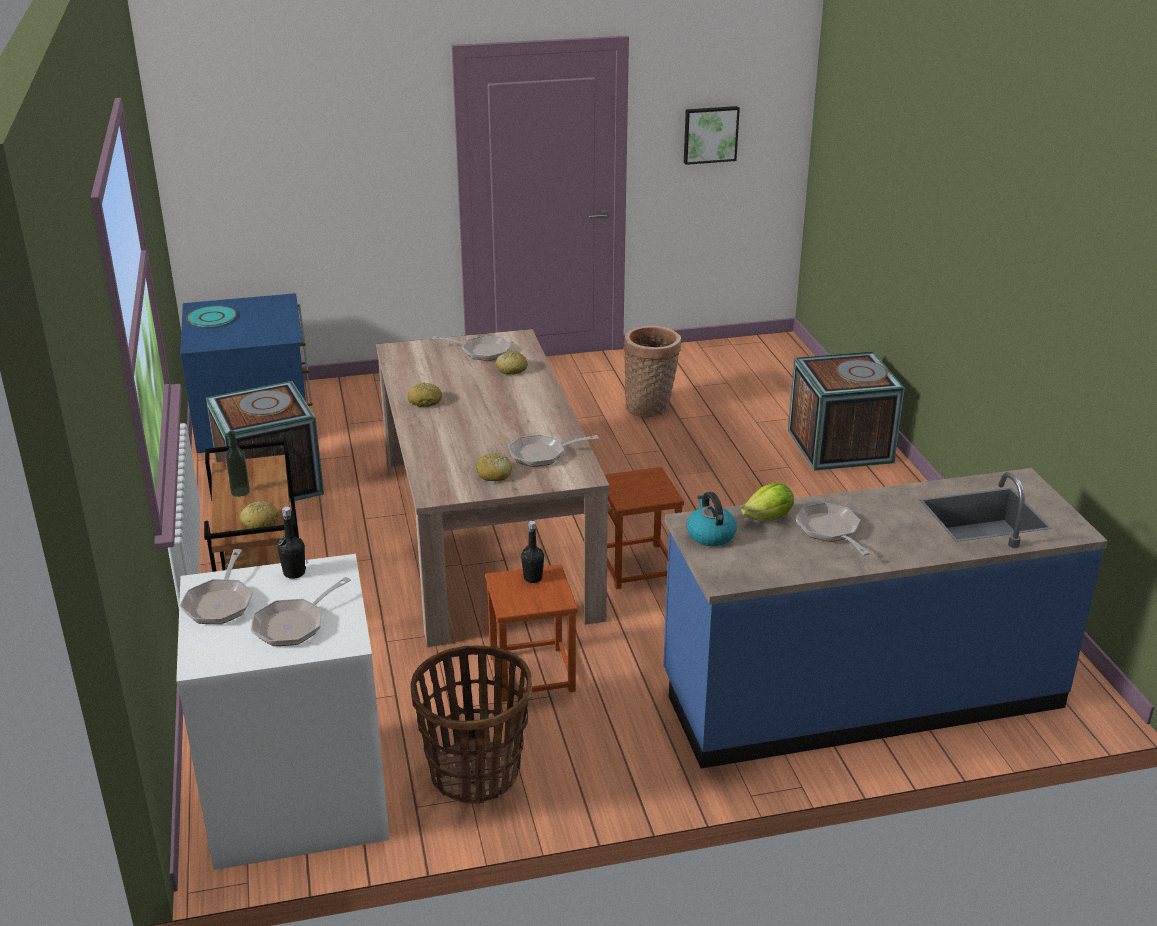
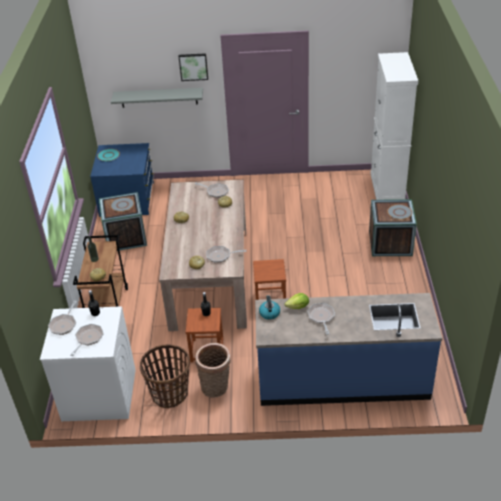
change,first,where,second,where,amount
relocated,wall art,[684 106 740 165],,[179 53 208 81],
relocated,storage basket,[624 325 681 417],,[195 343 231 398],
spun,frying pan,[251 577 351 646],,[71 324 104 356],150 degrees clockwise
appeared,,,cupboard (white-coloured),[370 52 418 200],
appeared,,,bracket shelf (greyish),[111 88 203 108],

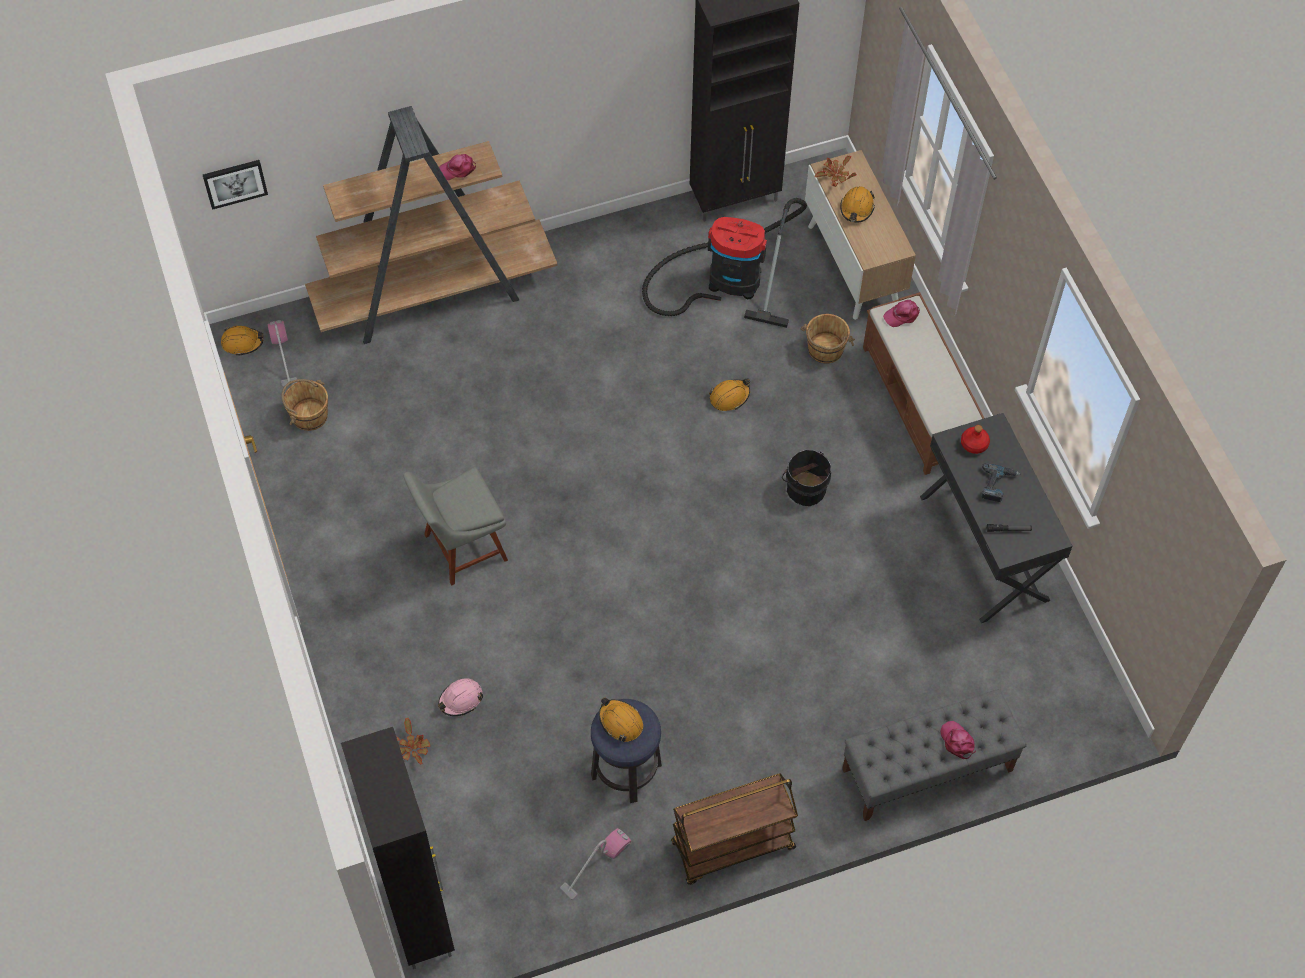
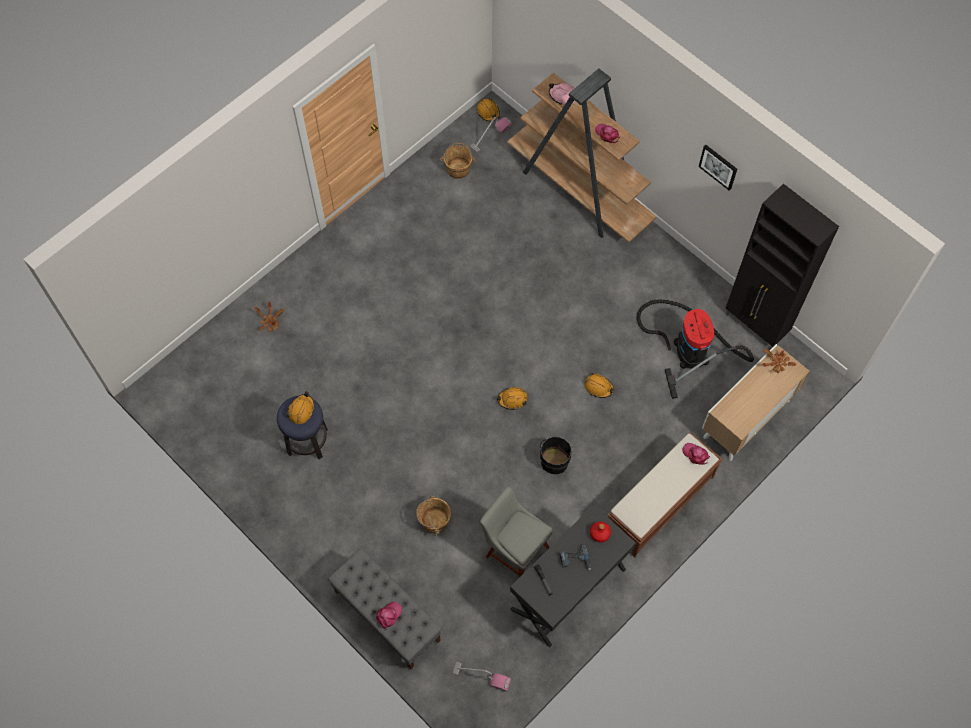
change,first,where,second,where,amount
relocated,wall art,[203 160 268 210],,[698 145 737 191],
relocated,work helmet (orange),[840 186 875 223],,[497 387 528 410],
relocated,pail (brown),[800 314 855 364],,[416 495 451 536],
relocated,plain chair (greyish),[403 467 508 586],,[480 487 553 578],
relocated,work helmet (pink),[438 678 483 716],,[549 83 576 105],
missing,cupboard (black),[341 727 455 969],,,
missing,cart (brown),[671 773 798 885],,,
relocated,hoover,[560 828 632 899],,[453 662 511 692],

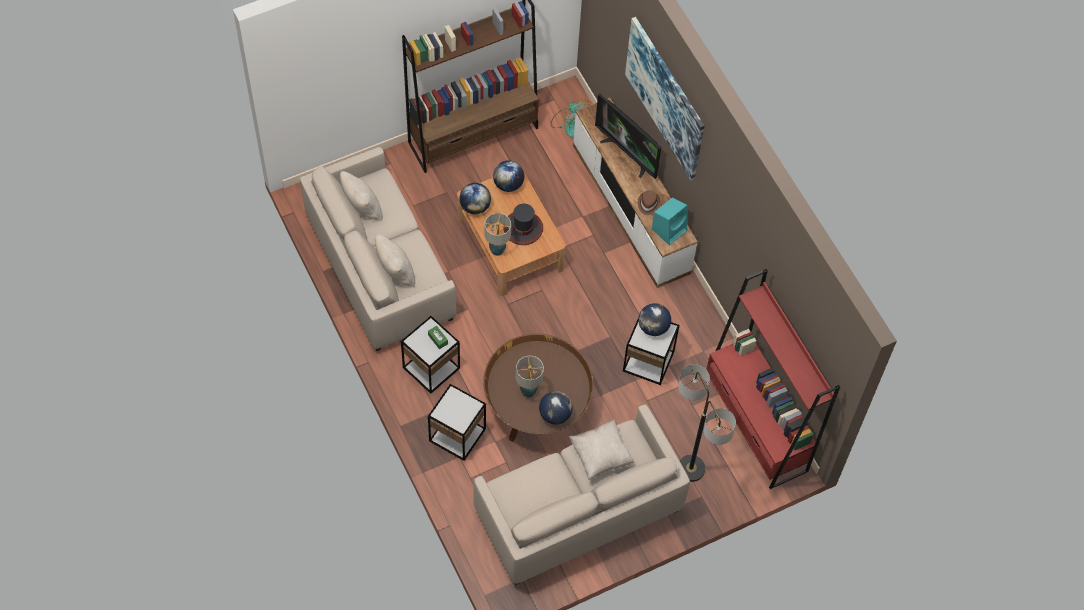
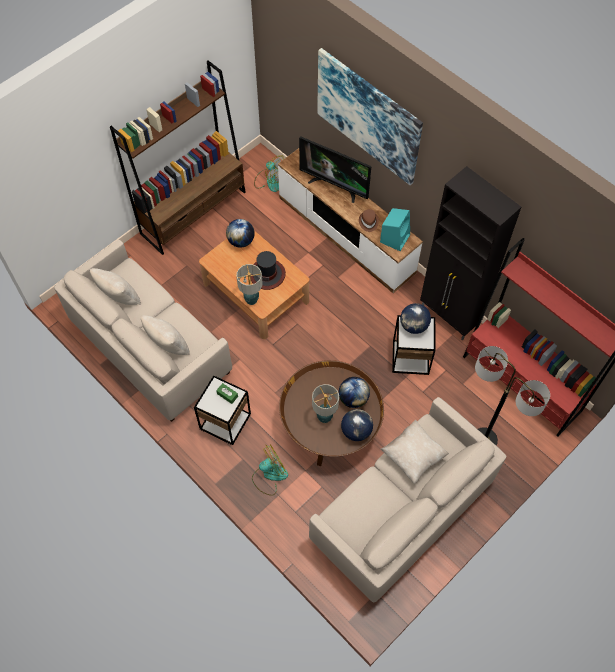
change,first,where,second,where,amount
relocated,globe,[459 183 491 214],,[339 377 370 408],
exchanged,side table,[428 384 486 461],cooling fan,[252 444 288 496],
appeared,,,cupboard (black),[420 166 521 341],

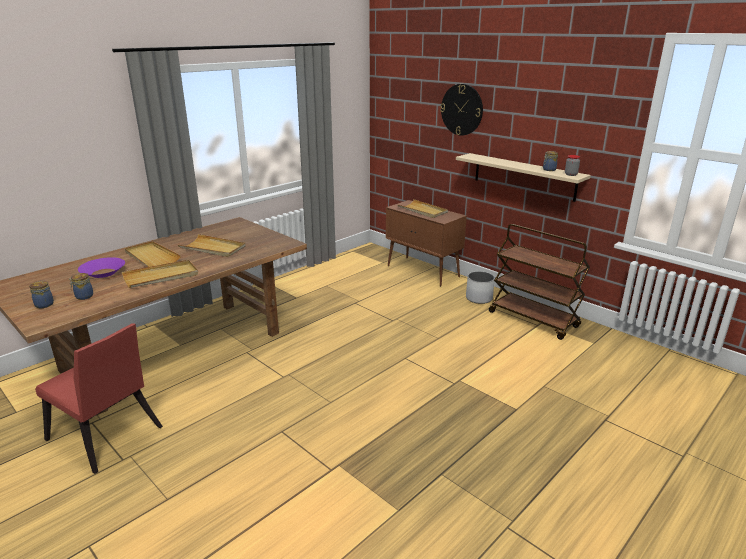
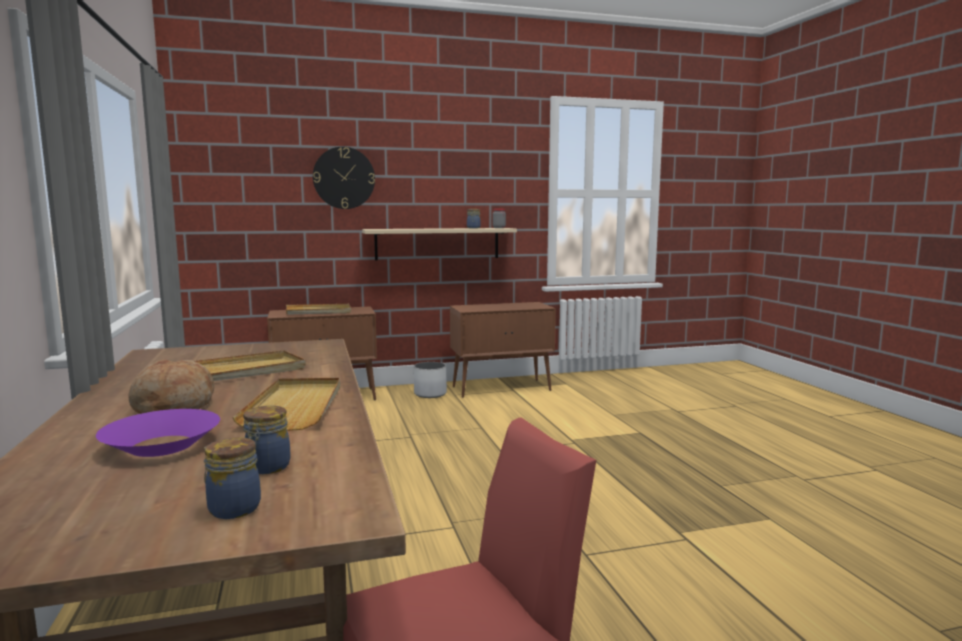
change,first,where,second,where,amount
exchanged,cart (brown),[489 224 590 340],cupboard (brown),[450 302 556 398],
exchanged,tray (sand-coloured),[125 241 181 267],bread,[128 359 214 414],

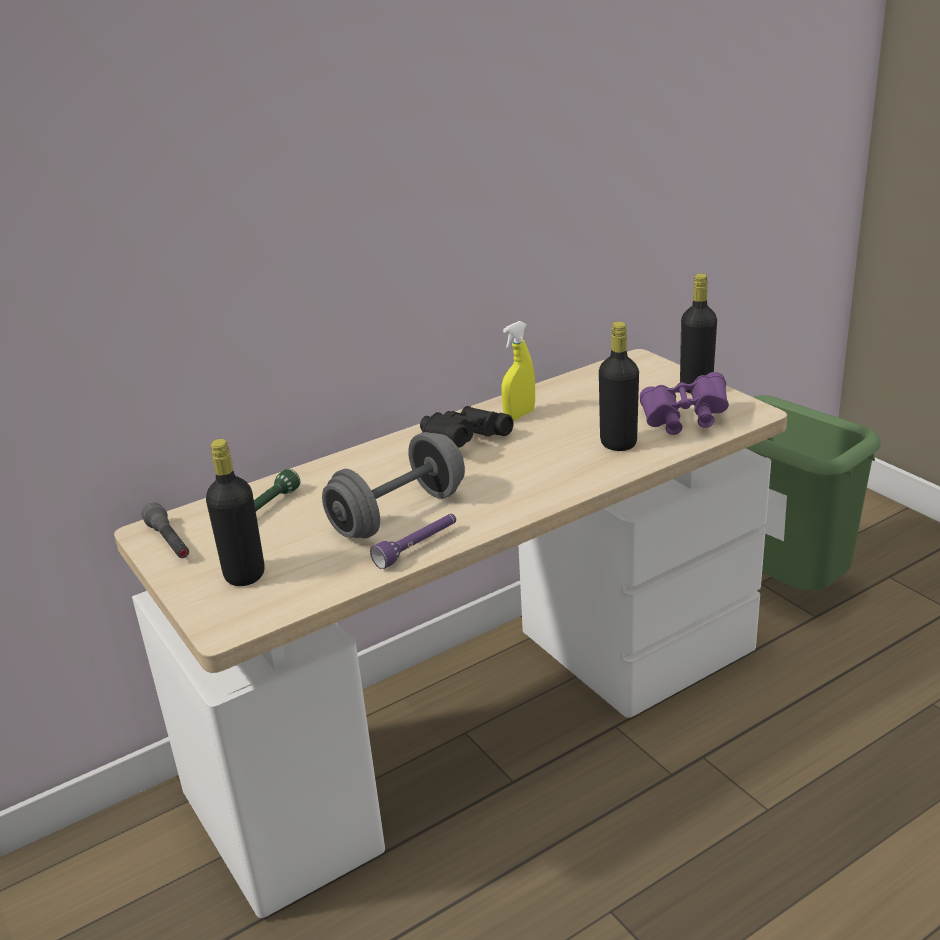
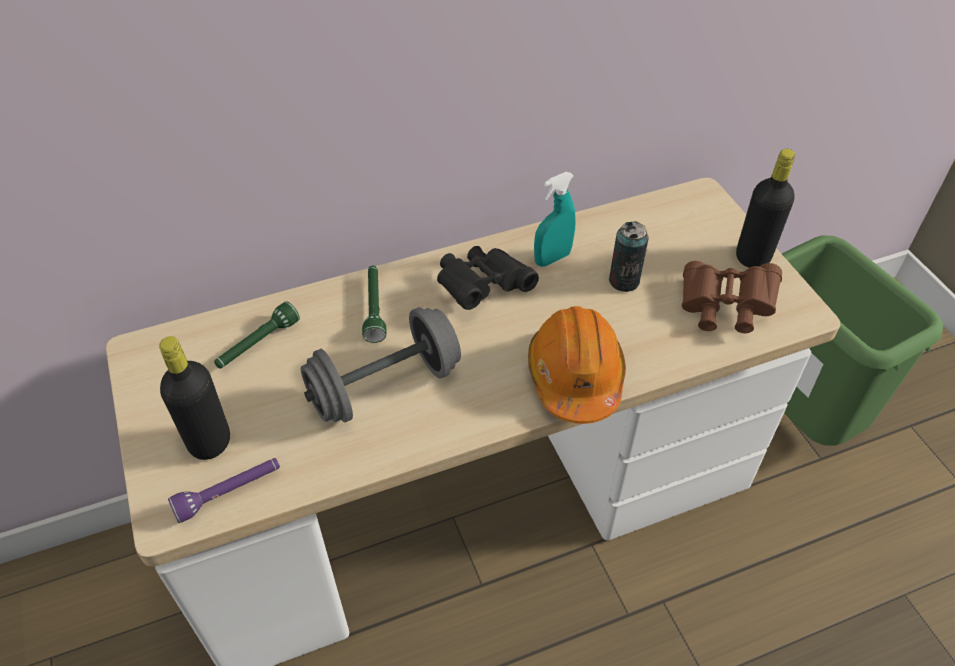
change,first,where,second,where,amount
colour,hand sprayer (yellow-coloured),[501 321 535 421],hand sprayer (blue-green),[534 172 576 267],
missing,drink bottle (black),[599 322 639 451],,,
colour,field glasses (purplish),[640 372 729 435],field glasses (brown),[682 261 782 333],
missing,hand torch (greyish),[141 503 189 558],,,
relocated,hand torch (purplish),[370 514 456 569],,[168 458 280 523],
appeared,,,metal can,[609 221 648 292],
appeared,,,hand torch (green-coloured),[362 266 386 343],
appeared,,,work helmet (orange),[528 306 626 424],

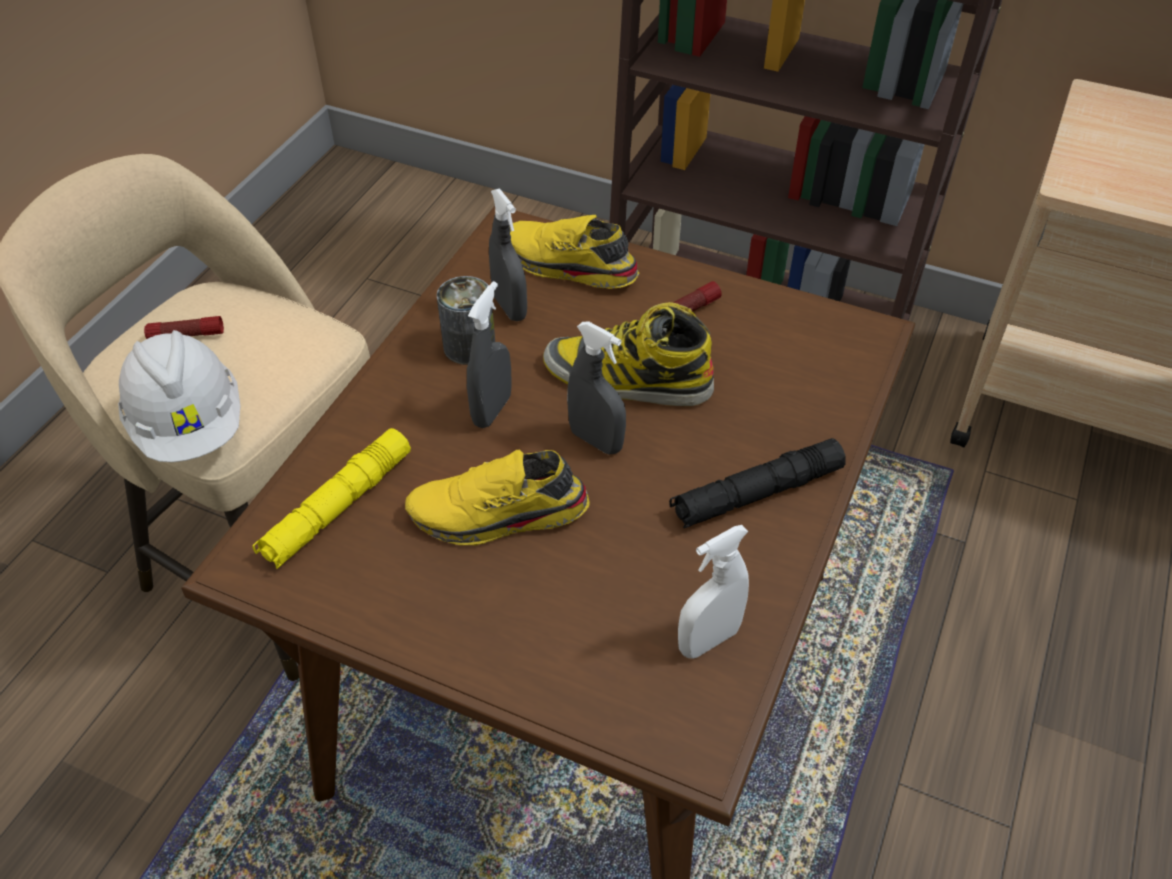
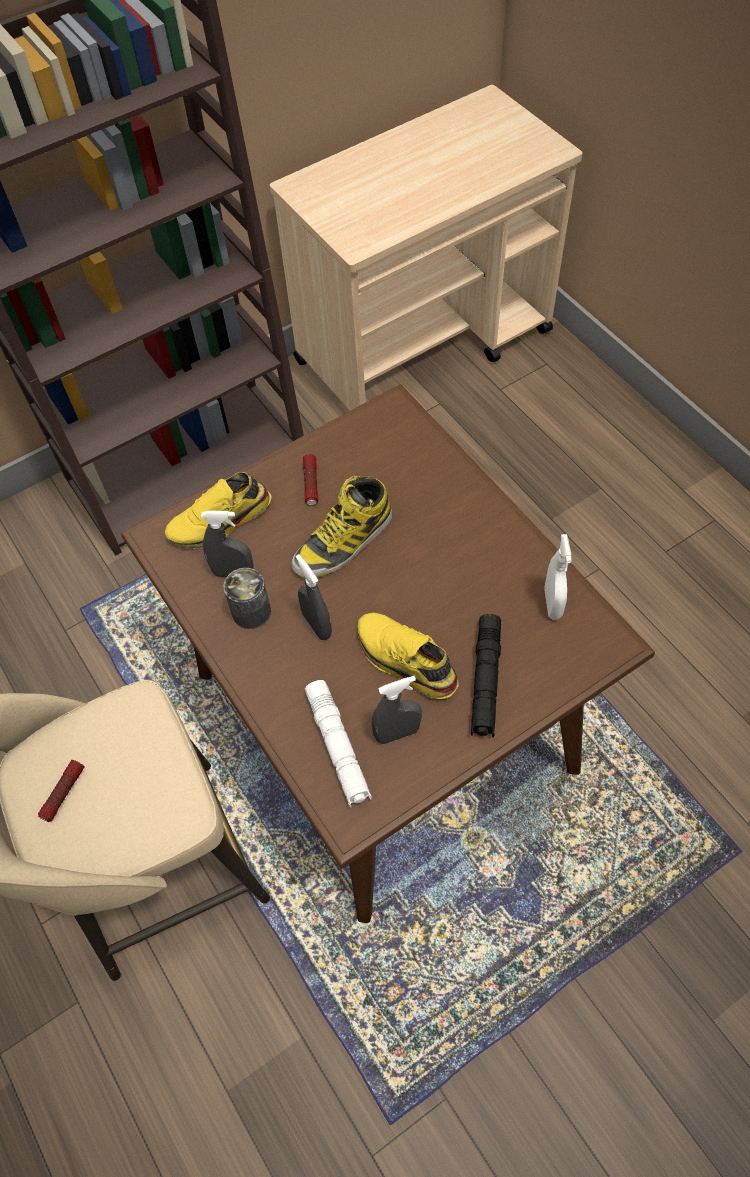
change,first,where,second,where,amount
relocated,hand sprayer (greyish),[567 322 626 454],,[371 676 422 744],
missing,work helmet (white-coloured),[118 330 241 462],,,
colour,hand torch (yellow-coloured),[252 428 411 569],hand torch (white-coloured),[305 680 372 807],
relocated,hand torch (black),[669 438 846 528],,[471 614 501 738],
spun,shoe (yellow-coloured),[405 450 590 546],,[357 613 459 699],105 degrees clockwise

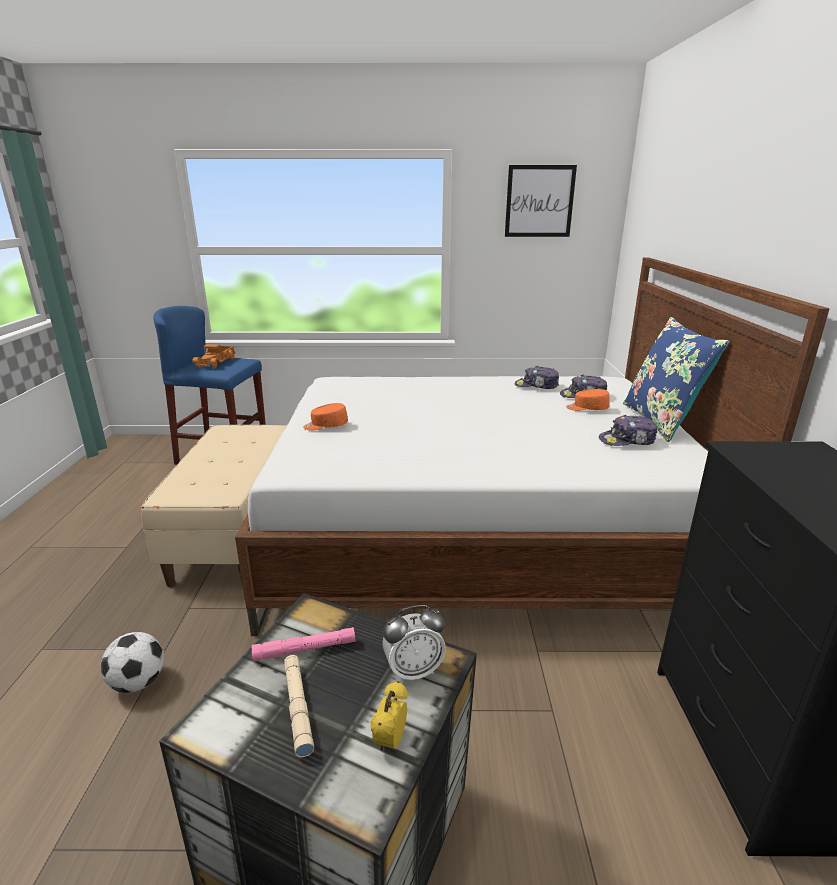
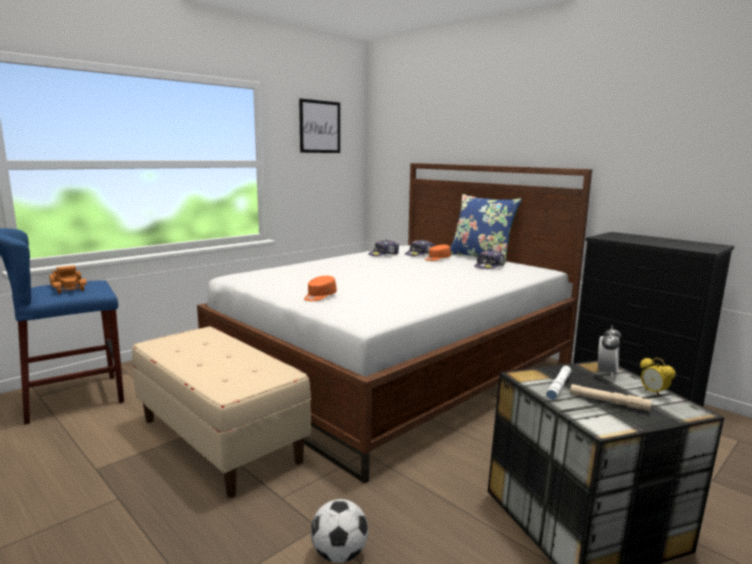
change,first,where,second,where,amount
colour,hand torch (pink),[252 627 355 661],hand torch (white-coloured),[546 366 571 400],

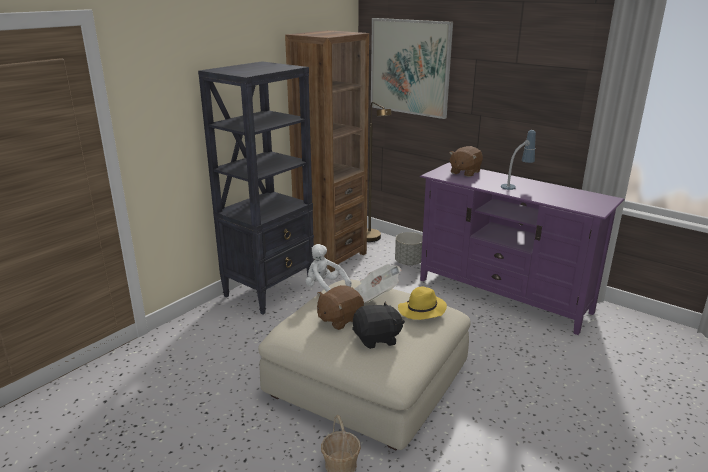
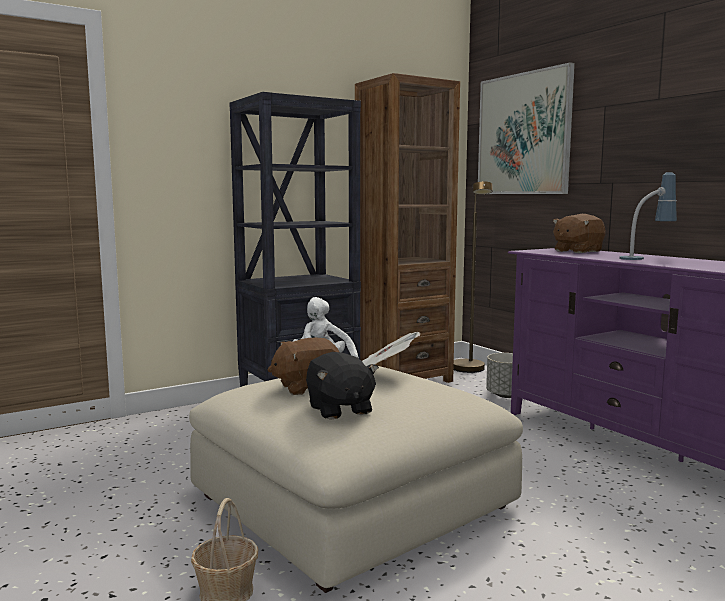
change,first,where,second,where,amount
missing,wearable hat (yellow-coloured),[398 287 447 320],,,
spun,plush toy (black),[352 301 405 349],,[306 352 379 420],60 degrees clockwise

